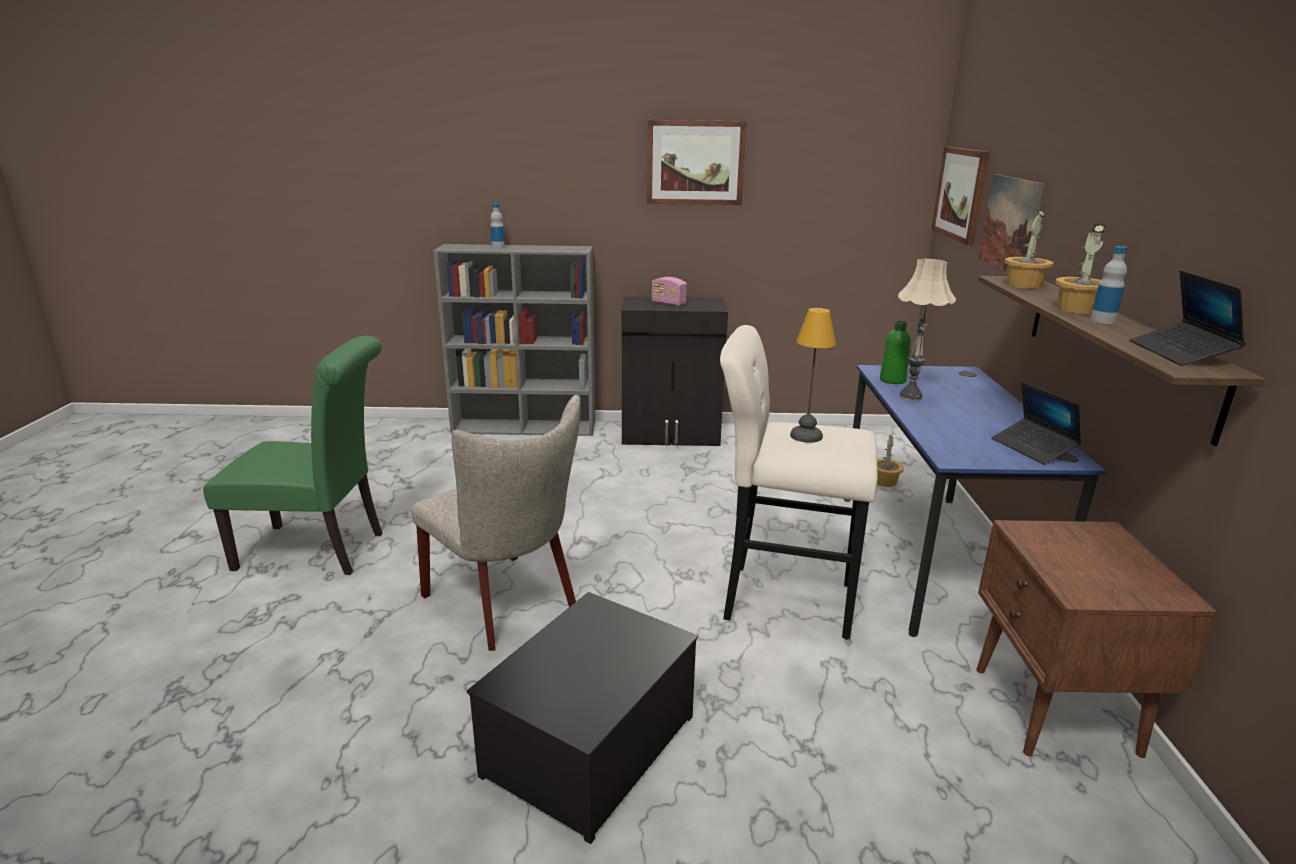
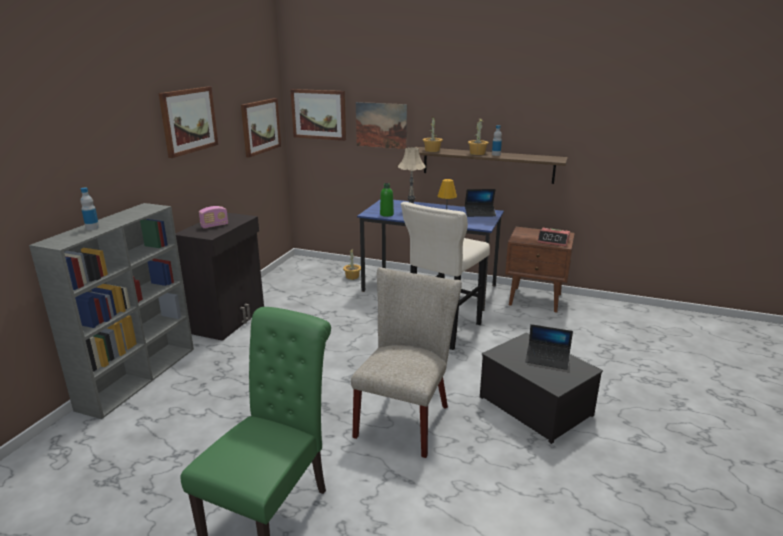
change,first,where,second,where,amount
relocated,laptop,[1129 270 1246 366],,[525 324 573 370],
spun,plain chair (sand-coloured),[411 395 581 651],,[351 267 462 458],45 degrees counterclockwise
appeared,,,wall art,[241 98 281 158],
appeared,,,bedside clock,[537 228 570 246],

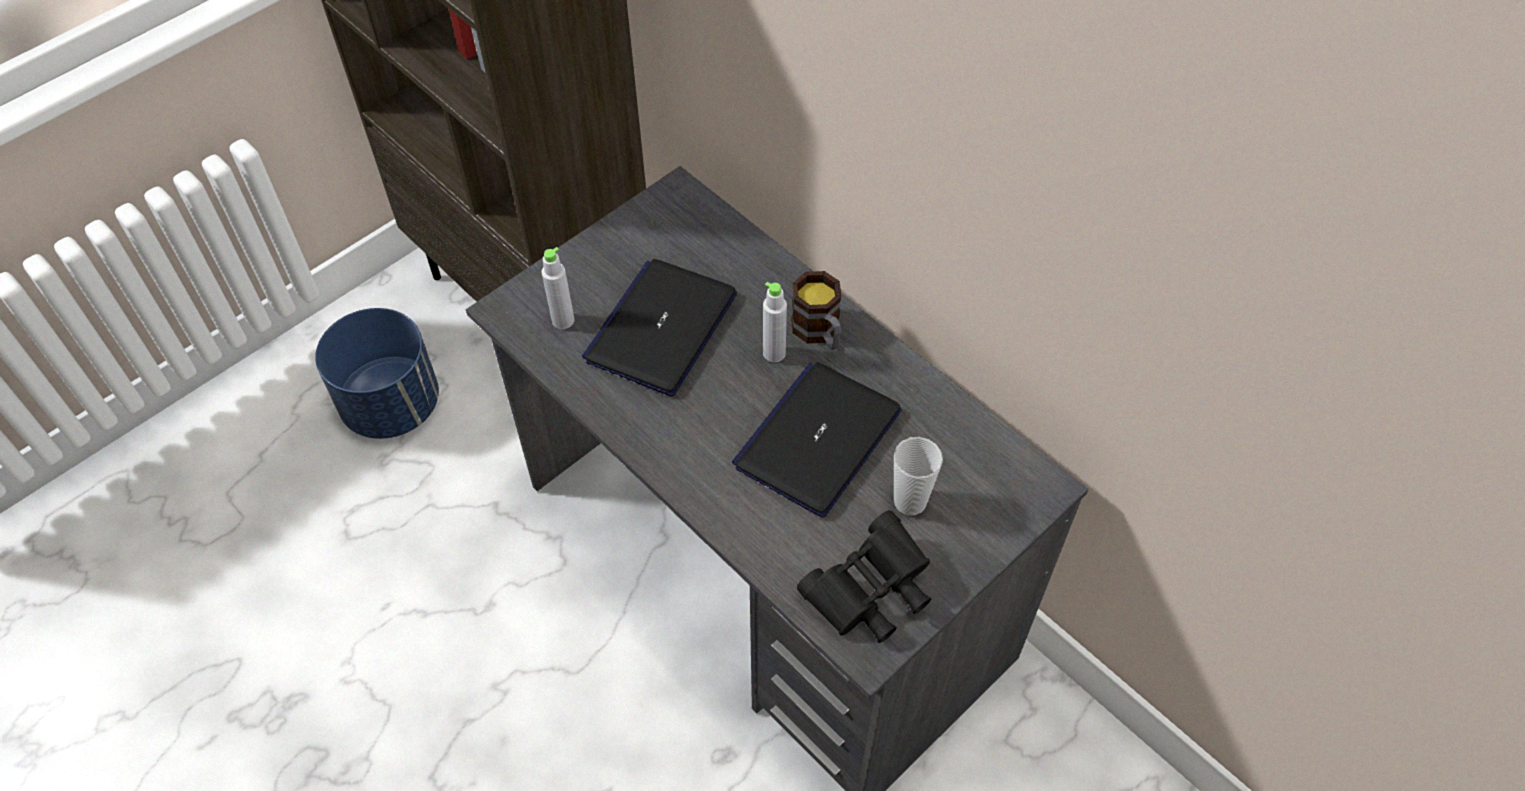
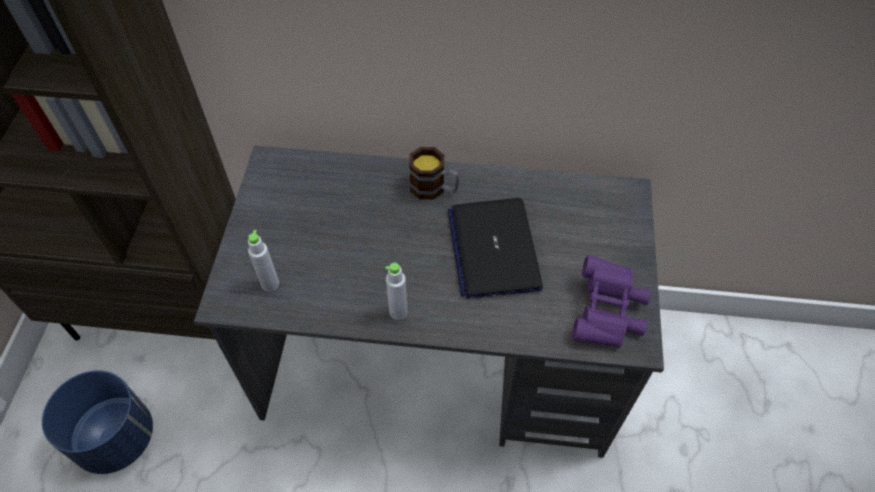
change,first,where,second,where,amount
missing,laptop,[582 259 737 396],,,
relocated,drink bottle (greyish),[763 282 787 362],,[386 263 408 320],
missing,small cup,[894 437 943 516],,,
colour,field glasses (black),[797 510 932 643],field glasses (purplish),[572 255 651 348],

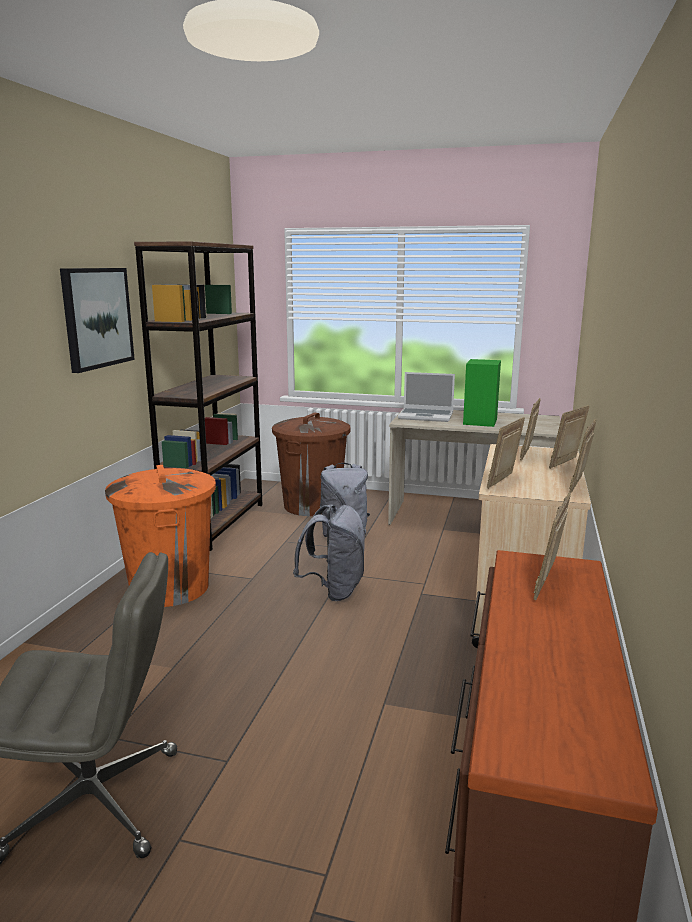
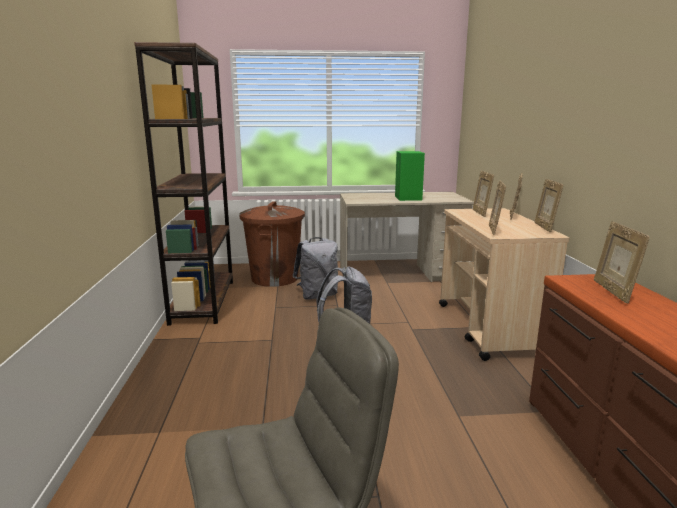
change,first,where,second,where,amount
missing,wall art,[60 268 135 373],,,
missing,laptop,[398 372 455 422],,,
missing,rubbish bin (orange),[105 465 216 607],,,

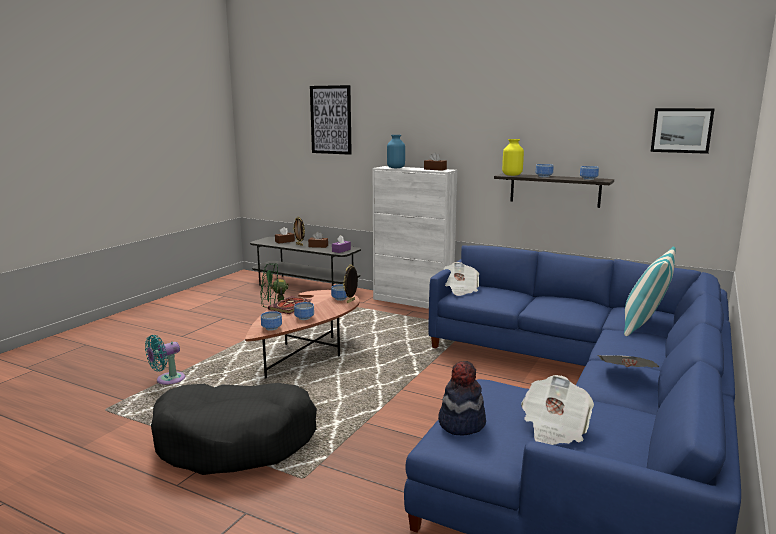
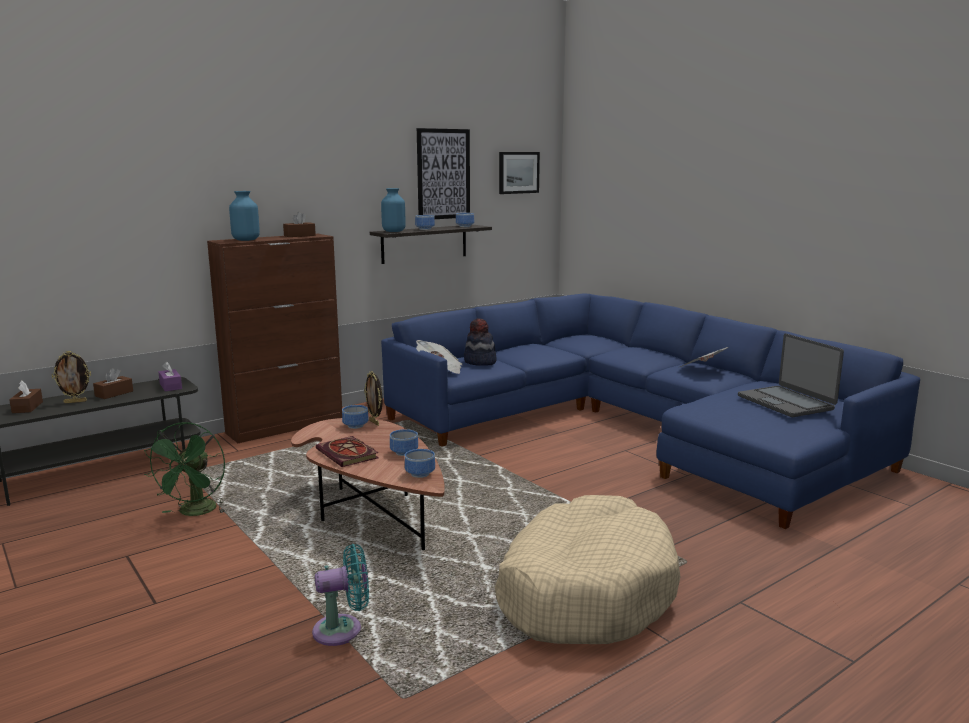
change,first,where,second,where,amount
relocated,wall art,[310 85 352 155],,[417 128 470 219],
colour,vase (yellow-coloured),[502 139 524 176],vase (blue),[381 188 406 232],
colour,cupboard (white-coloured),[372 166 457 309],cupboard (brown),[207 234 342 443],
missing,throw pillow,[624 246 675 336],,,
spun,cooling fan (blue-green),[145 335 185 385],,[312 544 369 646],90 degrees counterclockwise
relocated,wearable hat,[438 361 486 435],,[464 318 497 366],
exchanged,newspaper,[521 375 594 445],laptop,[738 334 844 417],
colour,pet bed (black),[151 383 317 475],pet bed (sand-coloured),[495 495 680 644],

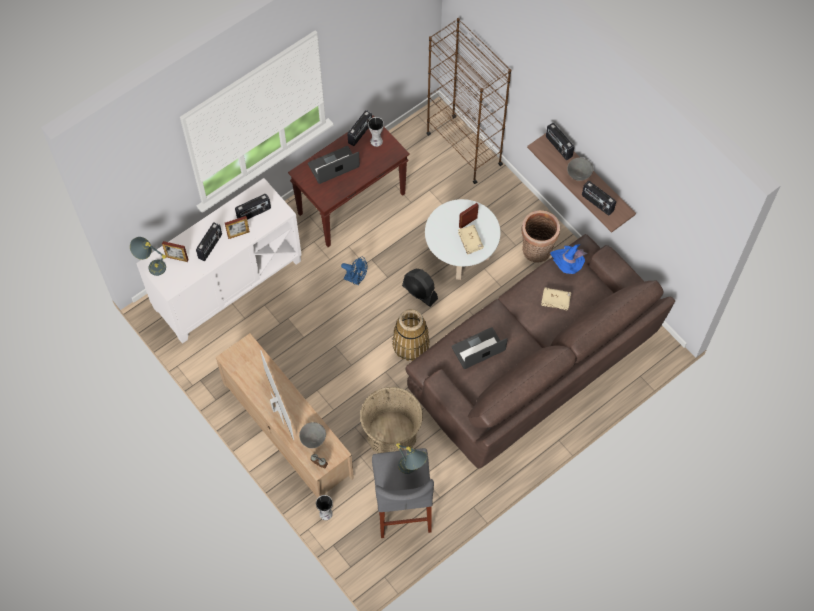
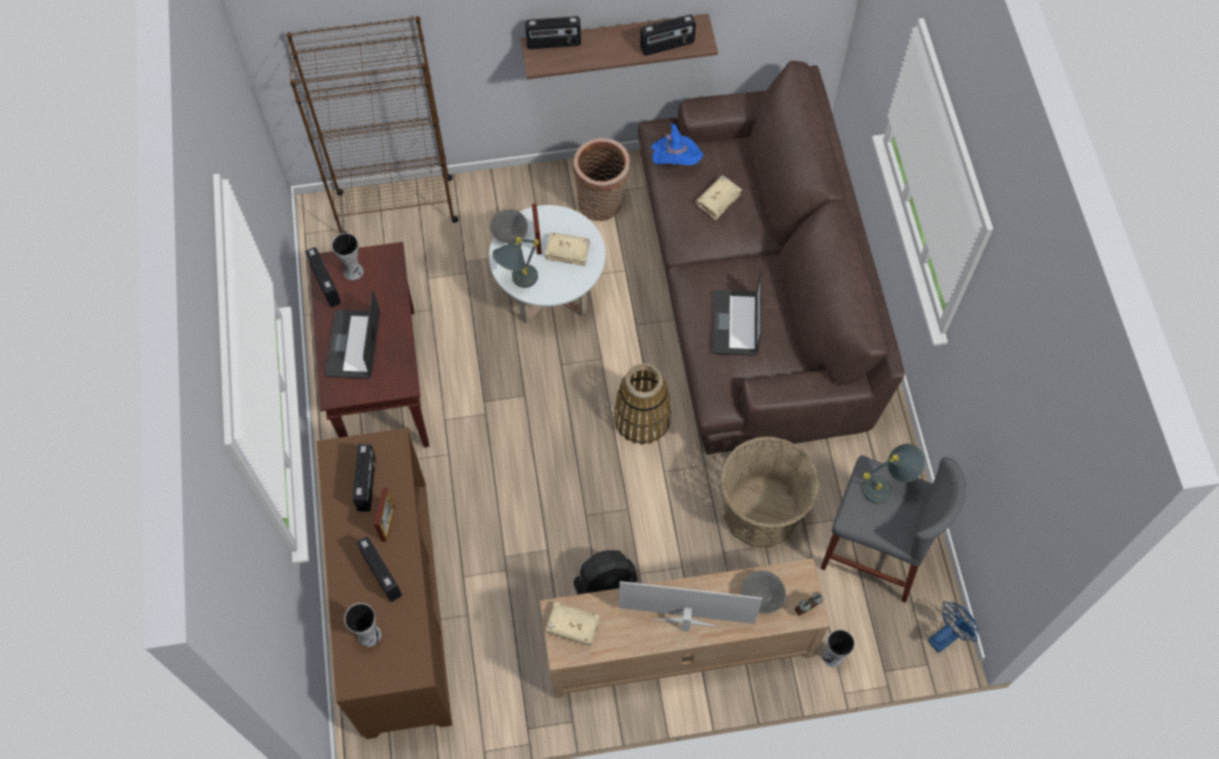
change,first,where,second,where,amount
relocated,serving bowl (greyish),[567 157 593 181],,[490 209 528 243],
colour,cupboard (white-coloured),[136 178 302 344],cupboard (brown),[317 428 452 739],
relocated,tabletop lamp (greyish),[130 237 167 276],,[492 237 539 288],
exchanged,standing frame,[162 241 189 262],vase,[344 603 381 647],
relocated,cooling fan (blue),[341 256 368 285],,[928 601 978 653],
relocated,cooling fan (black),[402 268 438 307],,[574 550 638 595],
appeared,,,volume (sand-coloured),[546 602 600 646],

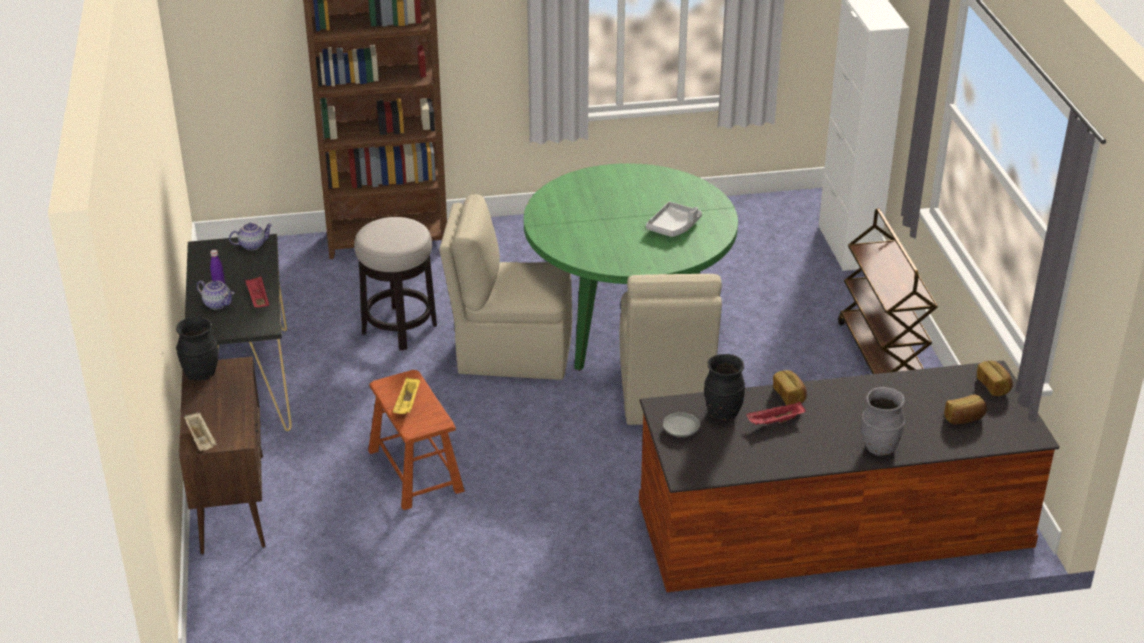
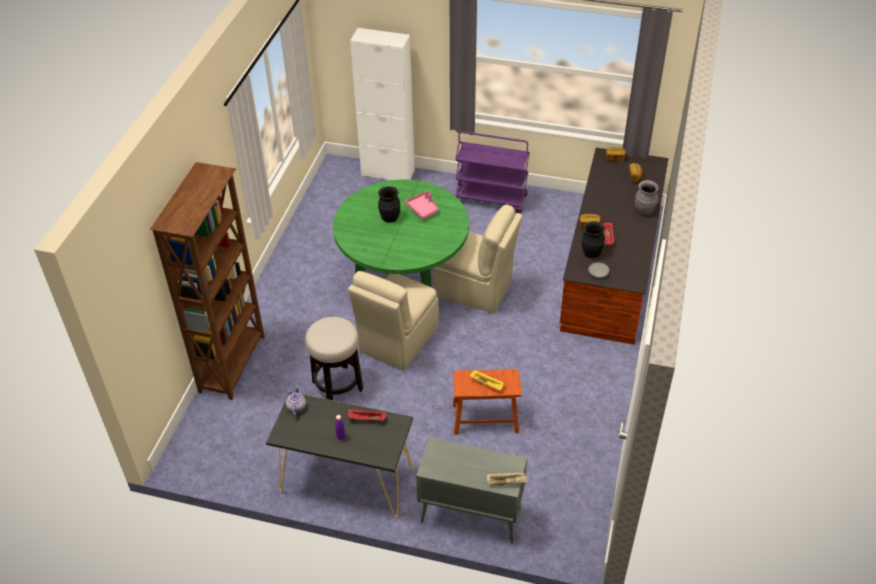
change,first,where,second,where,amount
colour,tray (greyish),[646 201 702 237],tray (pink),[405 191 438 220],
colour,cart (brown),[838 209 938 374],cart (purplish),[455 131 530 213],
missing,pot for tea,[196 280 234 309],,,
relocated,vase (black),[176 316 218 381],,[378 186 400 222],
colour,cupboard (brown),[179 357 265 555],cupboard (greyish),[416 437 527 543],

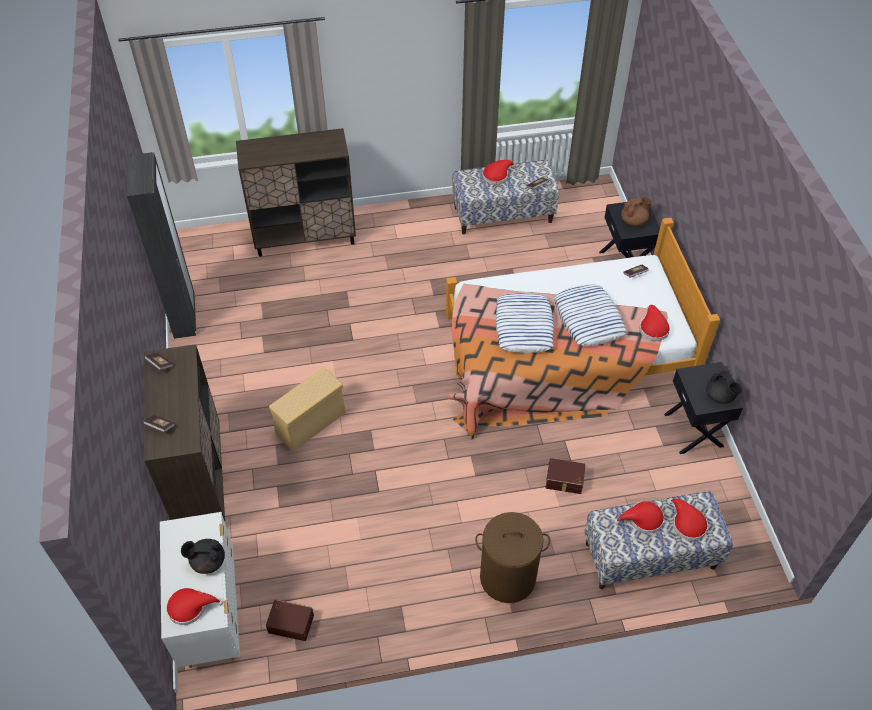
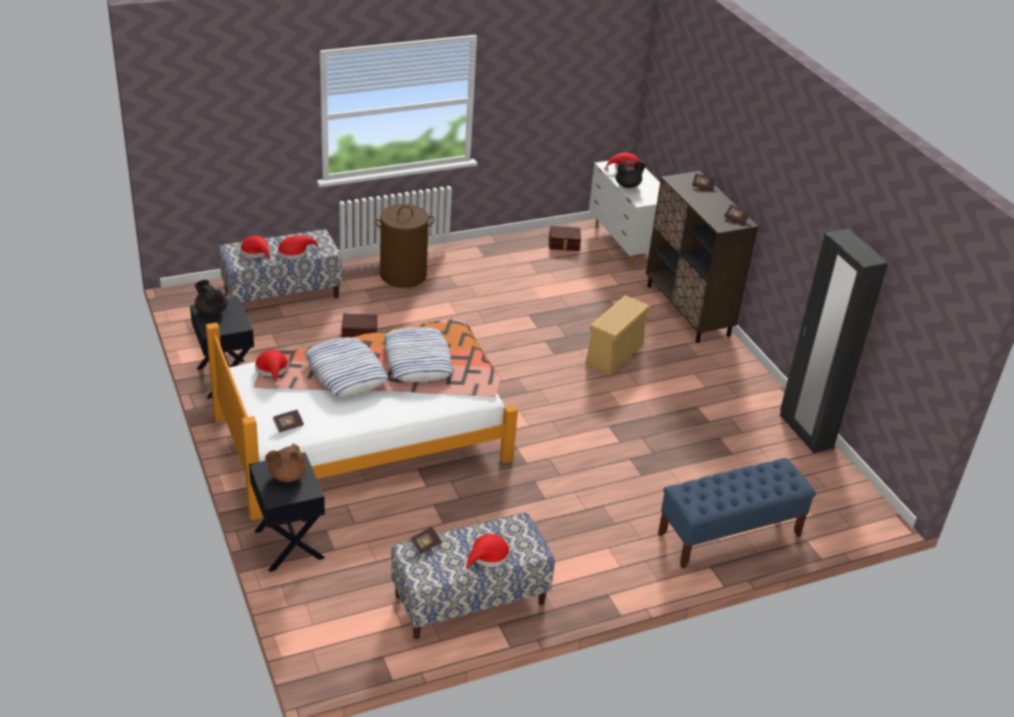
change,first,where,second,where,amount
exchanged,cupboard (brown),[236 128 356 257],bench (blue),[658 458 816 568],

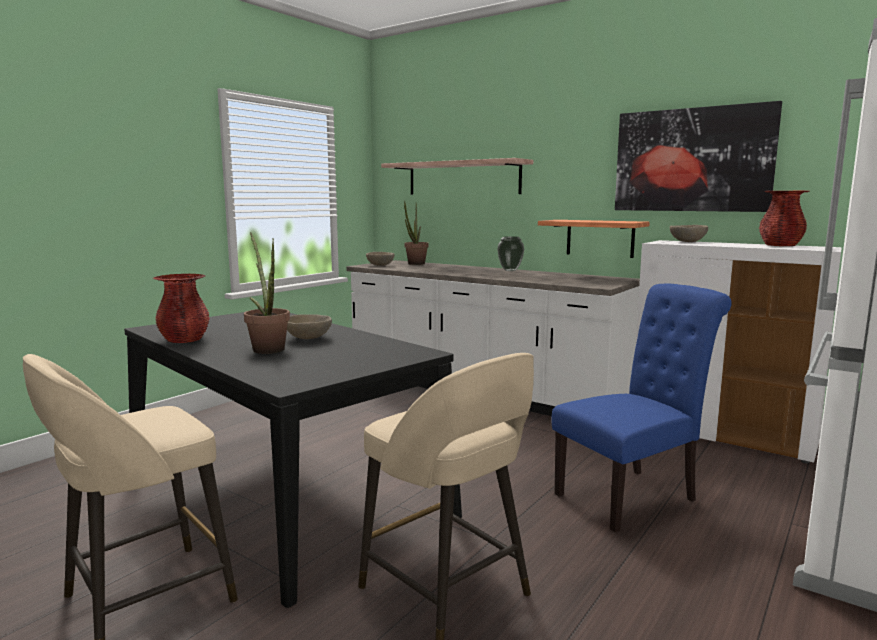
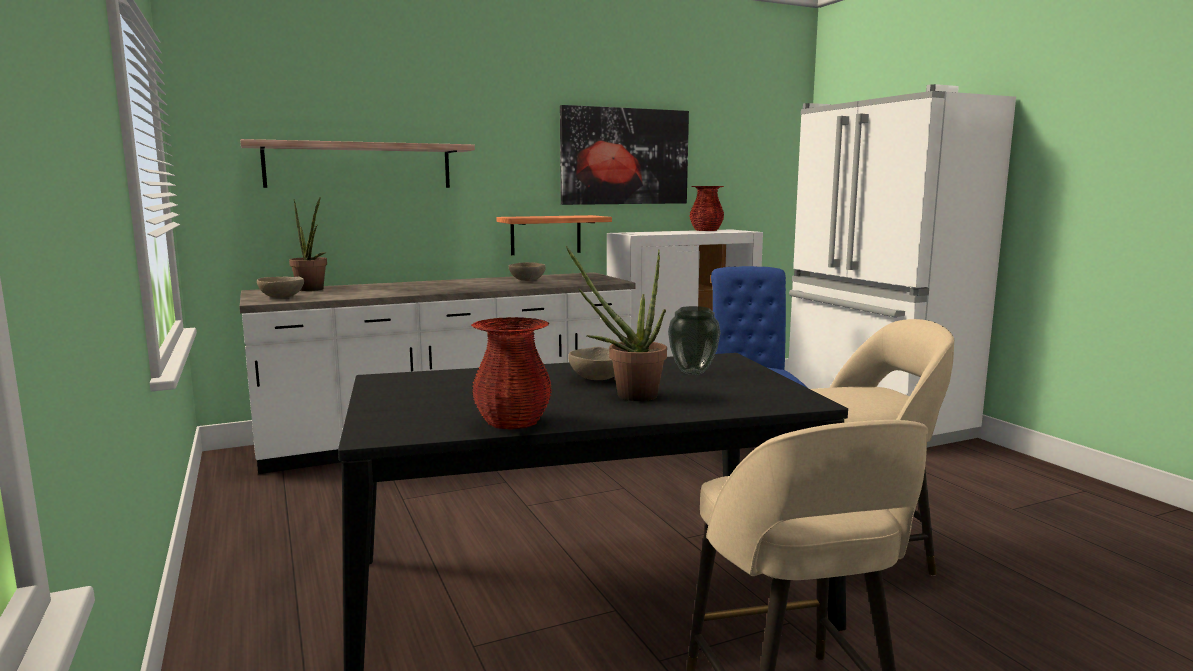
change,first,where,second,where,amount
relocated,serving bowl (sand-coloured),[670 225 708 242],,[509 262 546 281],
relocated,vase,[497 236 524 271],,[668 306 721 375],

